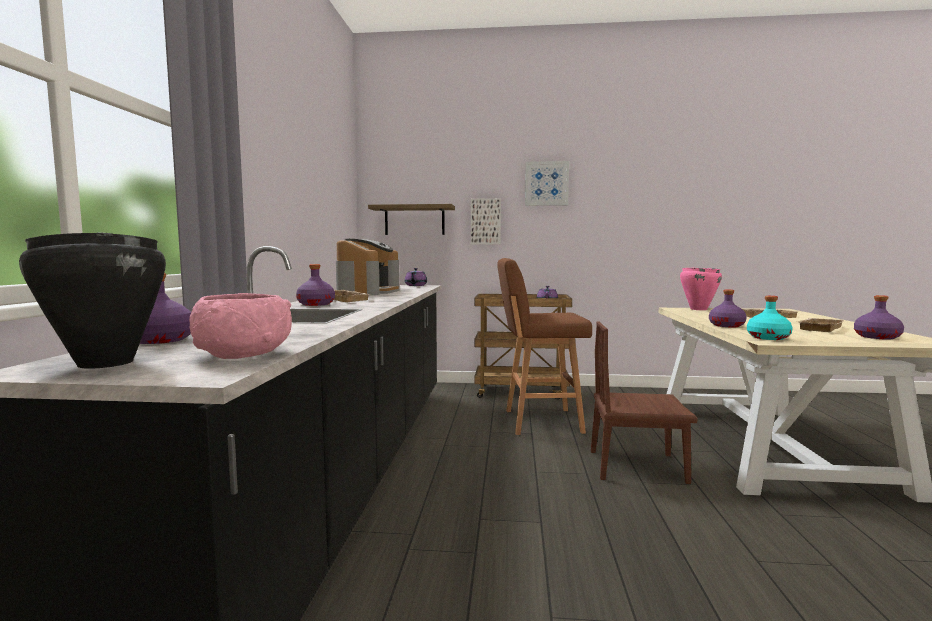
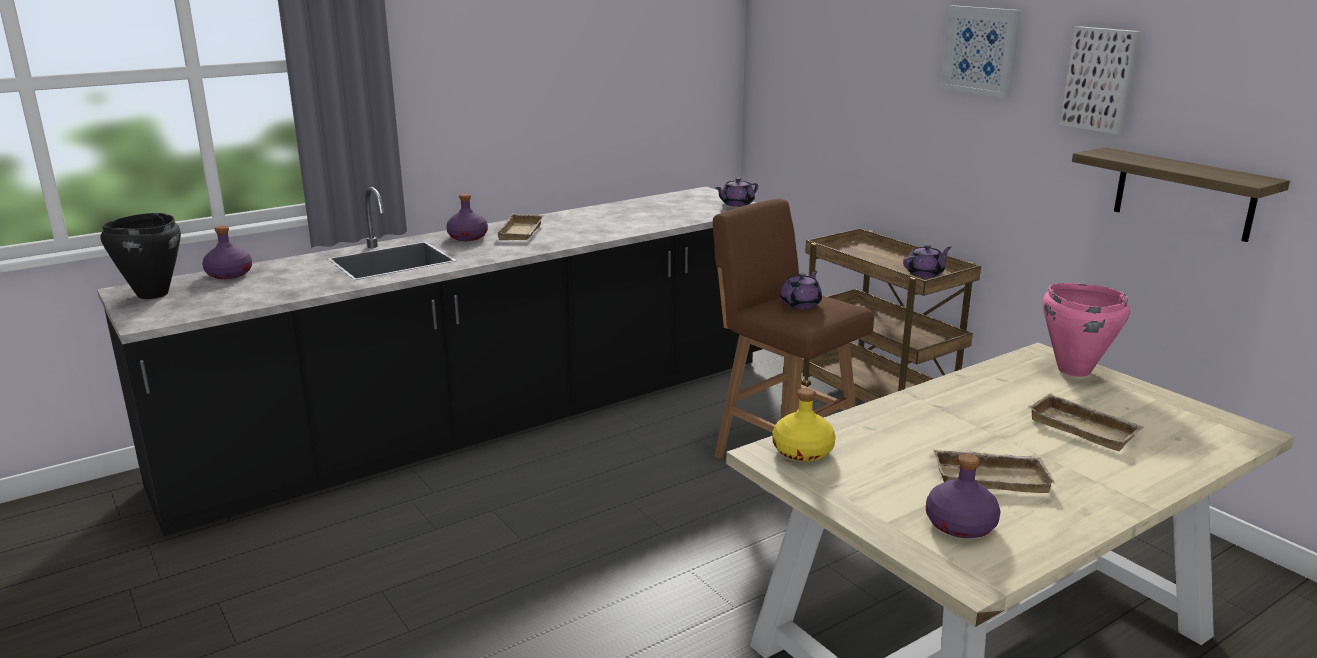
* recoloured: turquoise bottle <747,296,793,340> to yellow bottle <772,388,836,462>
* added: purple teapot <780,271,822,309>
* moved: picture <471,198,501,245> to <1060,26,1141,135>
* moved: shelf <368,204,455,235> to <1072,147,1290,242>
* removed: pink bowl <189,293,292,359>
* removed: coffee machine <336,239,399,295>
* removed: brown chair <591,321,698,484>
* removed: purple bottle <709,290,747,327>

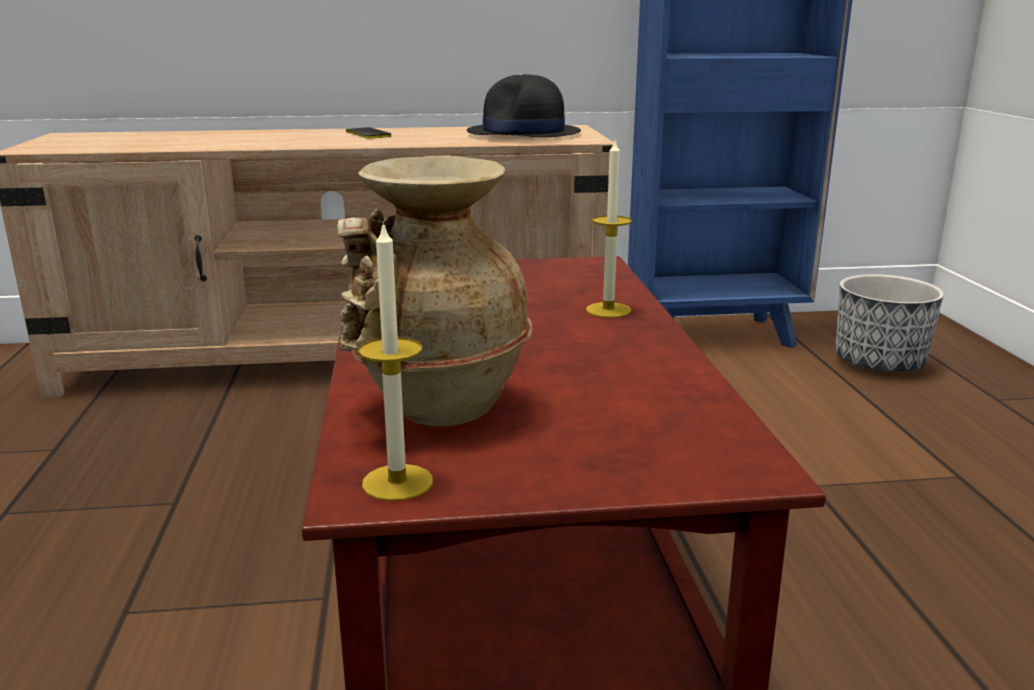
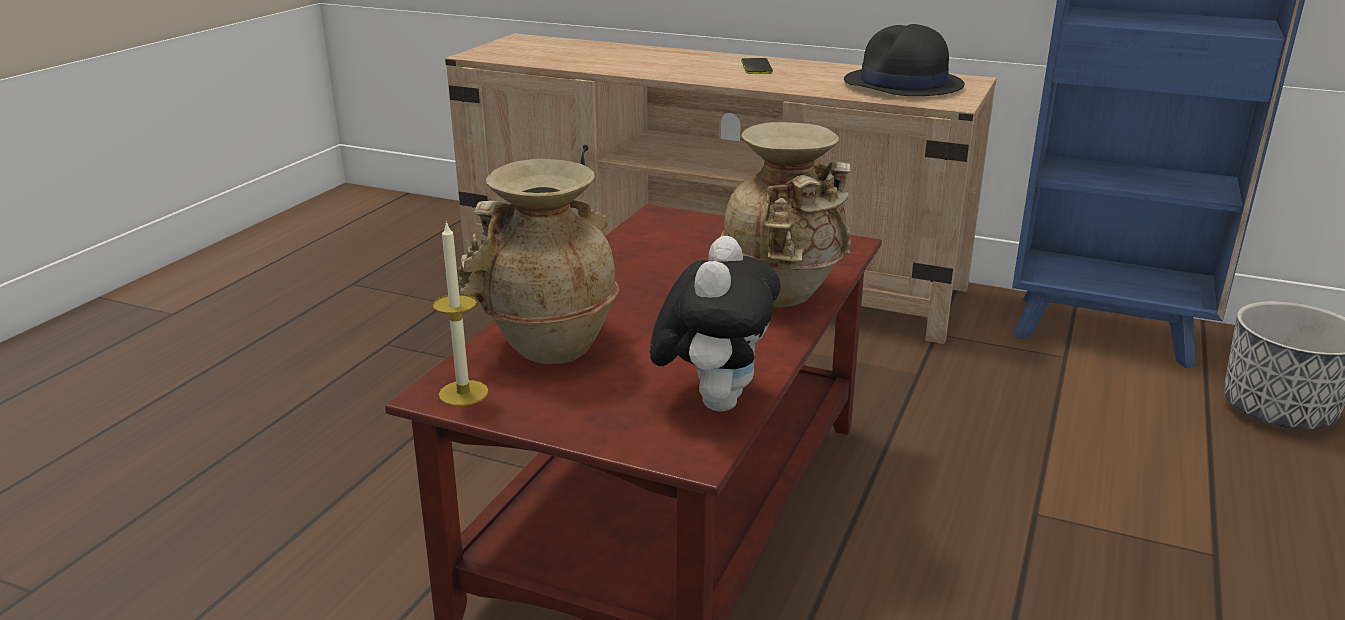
* added: plush toy <650,236,781,412>
* replaced: candle <586,138,632,318> to beige vase <721,122,851,307>

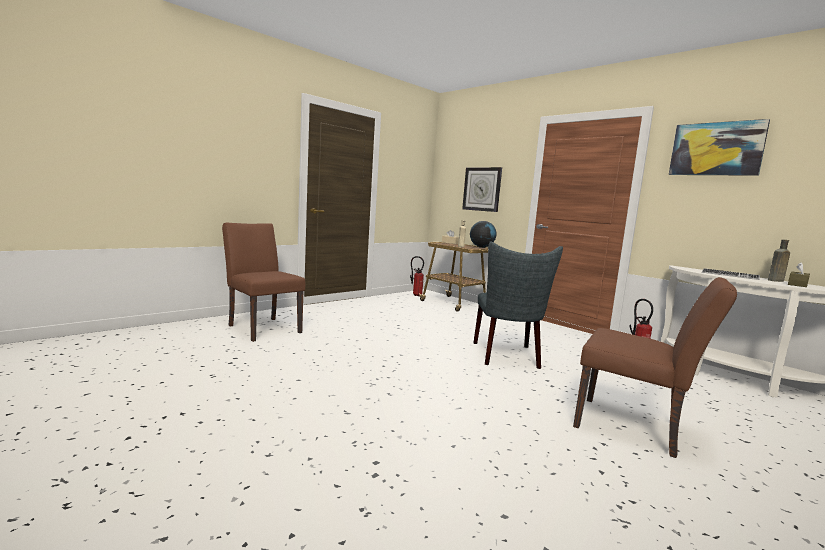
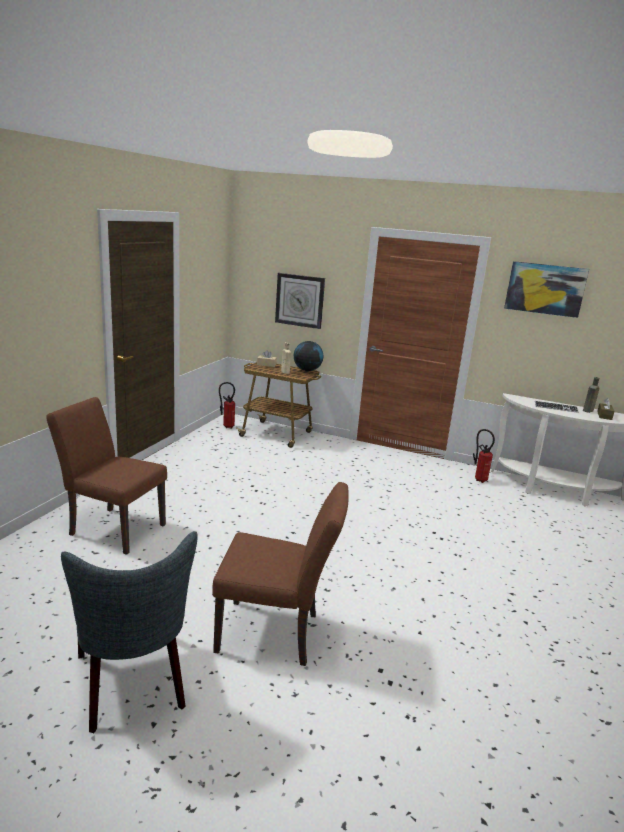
* moved: grey chair <473,242,563,369> to <61,531,198,733>
* moved: brown chair <573,277,737,458> to <212,482,349,666>

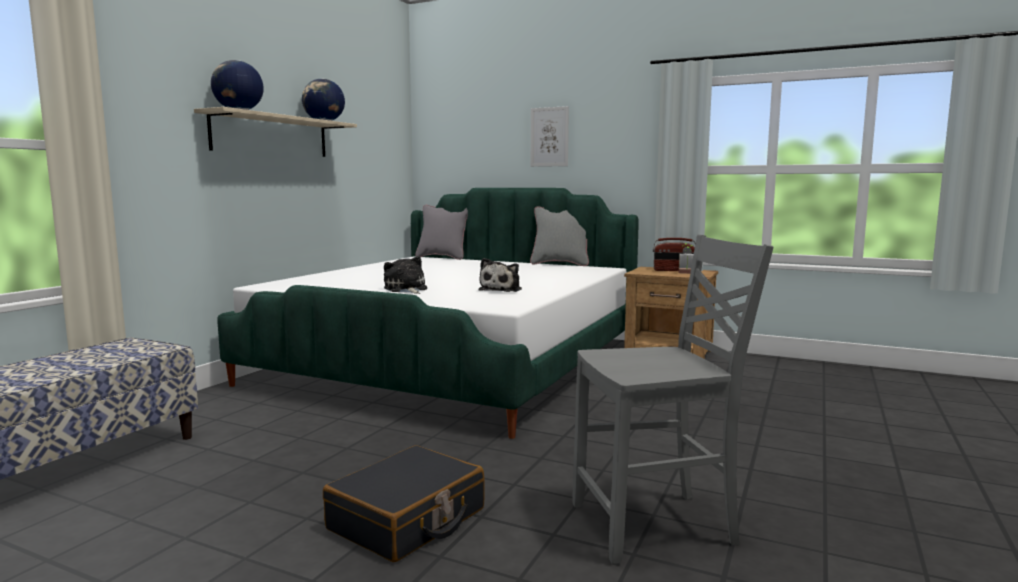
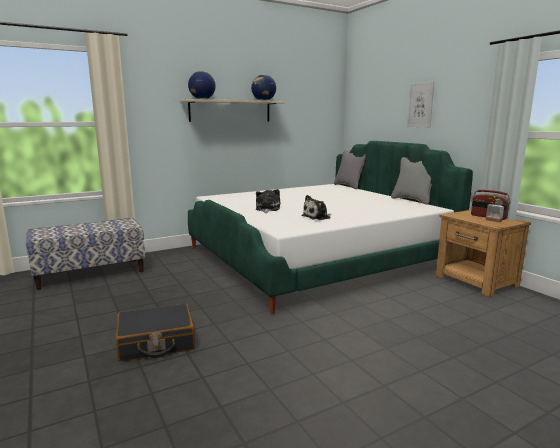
* removed: grey chair <572,235,774,565>

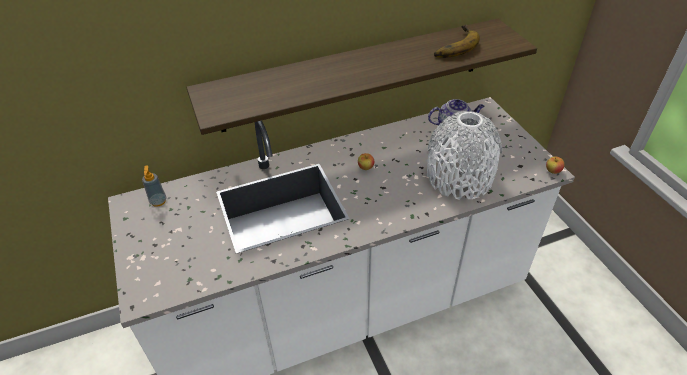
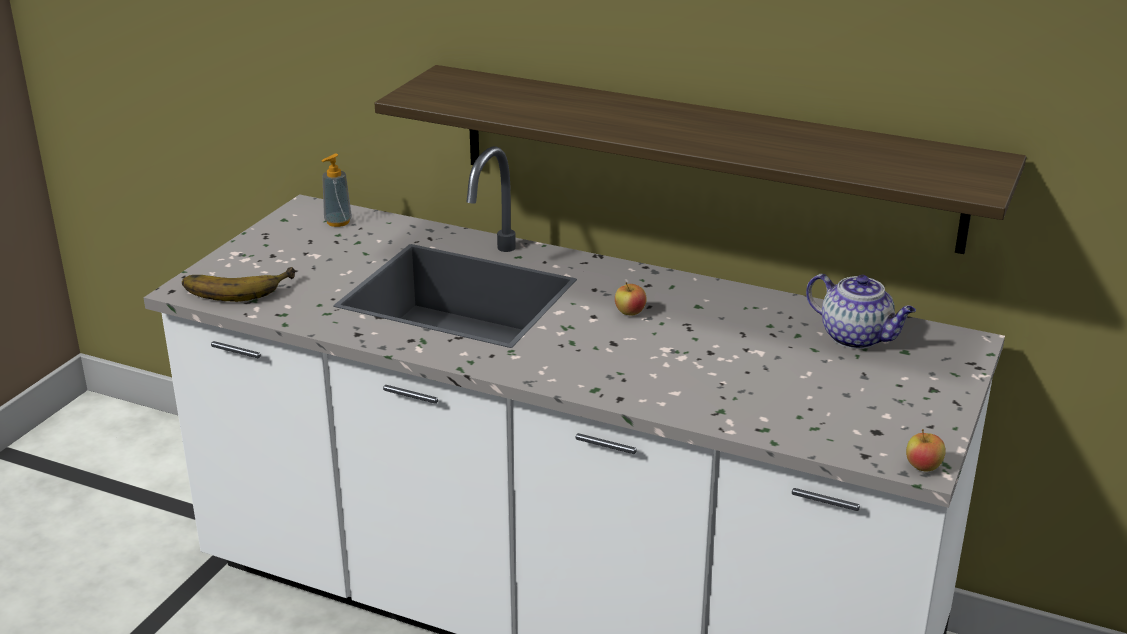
* moved: banana <434,25,480,58> to <182,267,296,302>
* removed: white vase <427,111,502,200>

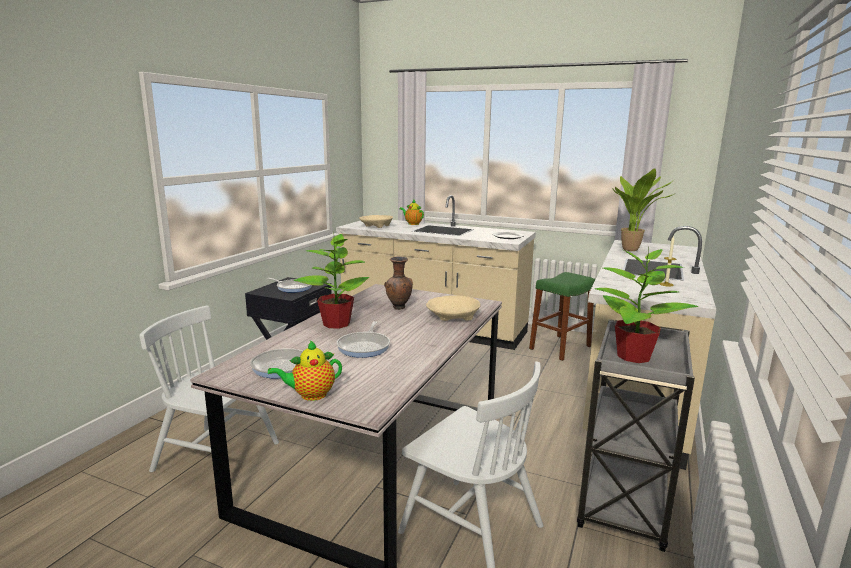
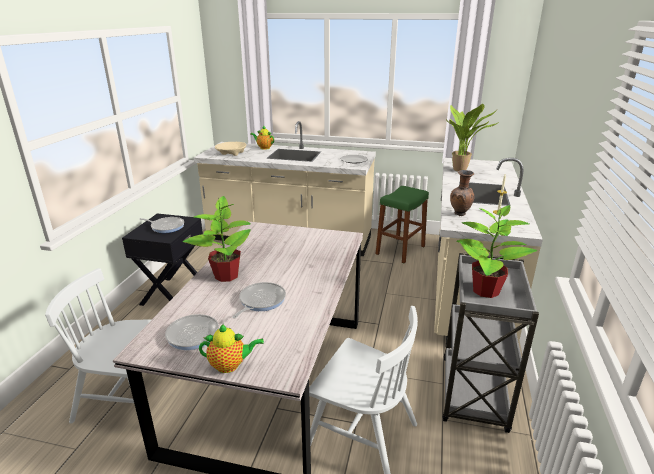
* turned: teapot <268,341,342,401> = <199,324,264,373> 150 degrees counterclockwise
* turned: frying pan <337,321,390,358> = <232,282,286,318> 150 degrees counterclockwise
* moved: brown vase <384,256,413,310> to <450,170,475,216>
* removed: beige bowl <426,295,481,321>

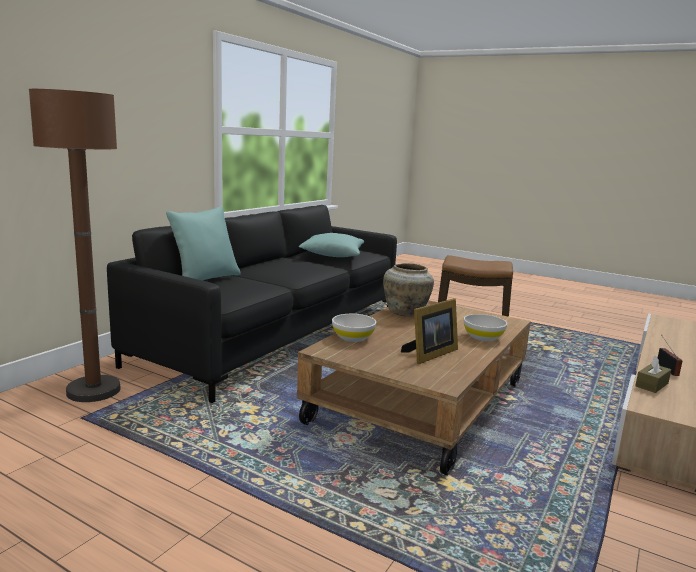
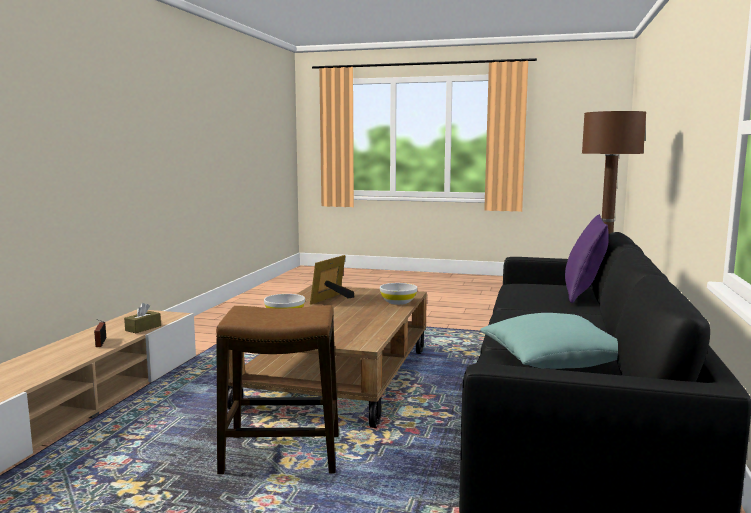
* recoloured: turquoise pillow <166,206,241,281> to purple pillow <565,214,609,303>
* removed: beige vase <383,263,434,317>

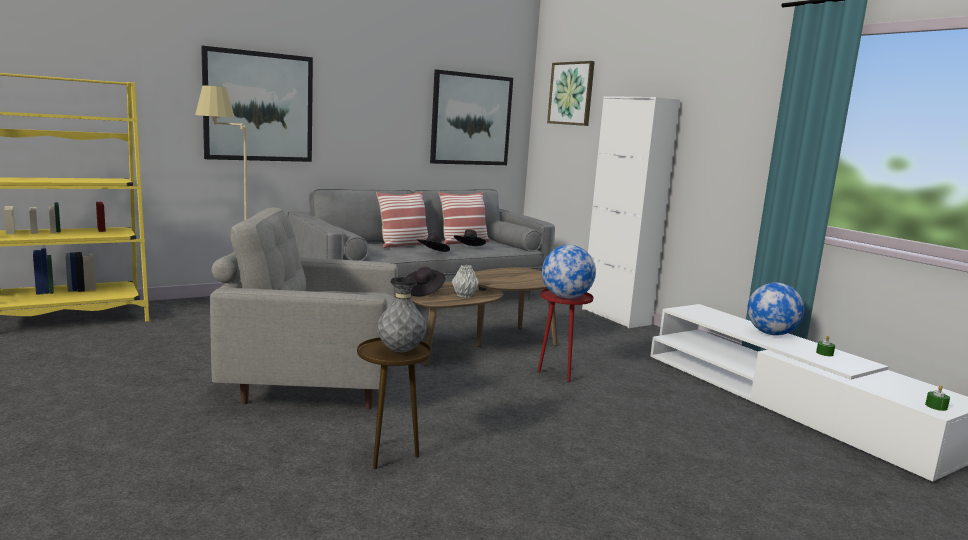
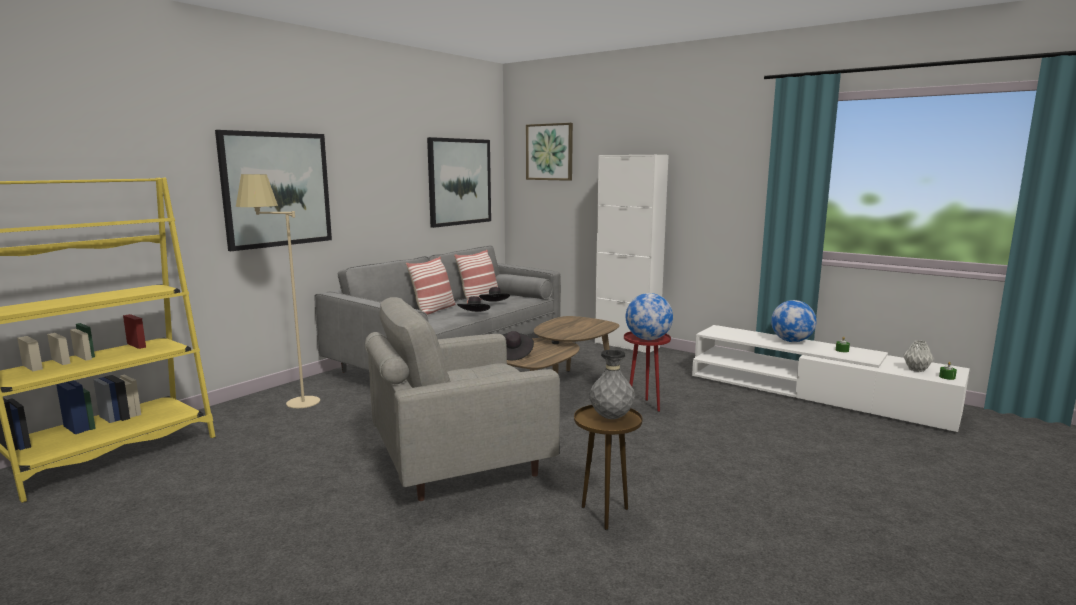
* moved: grey vase <452,265,479,298> to <903,340,934,372>

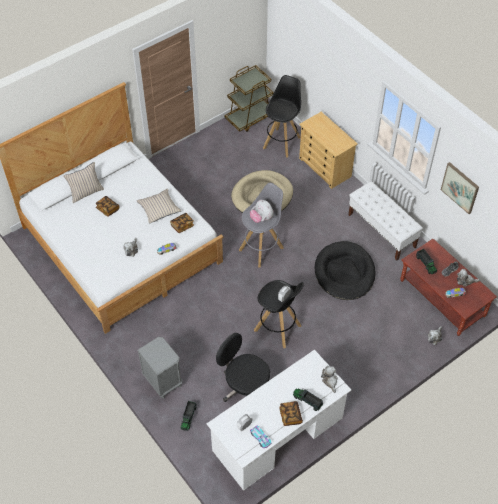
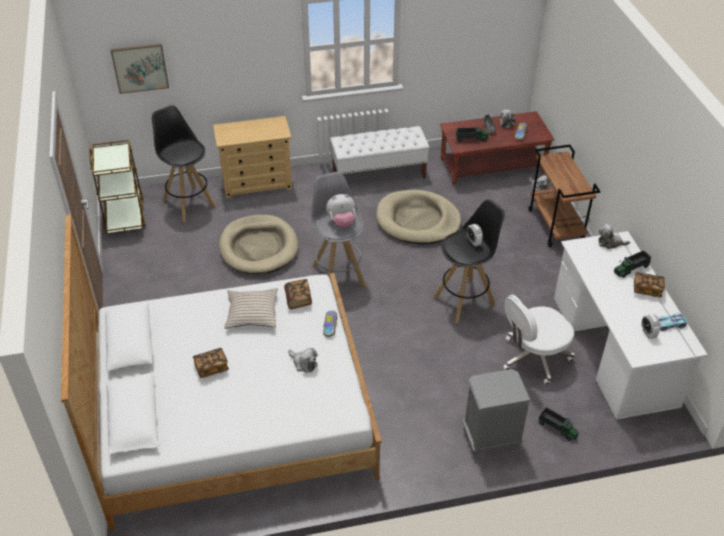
* moved: picture <441,162,479,214> to <110,43,169,94>
* recoloured: black dog bed <315,241,376,300> to beige dog bed <376,190,461,244>
* recoloured: black office chair <216,333,270,402> to white office chair <503,295,575,385>
* added: brown cart <528,145,600,247>
* removed: beige pillow <63,162,104,203>

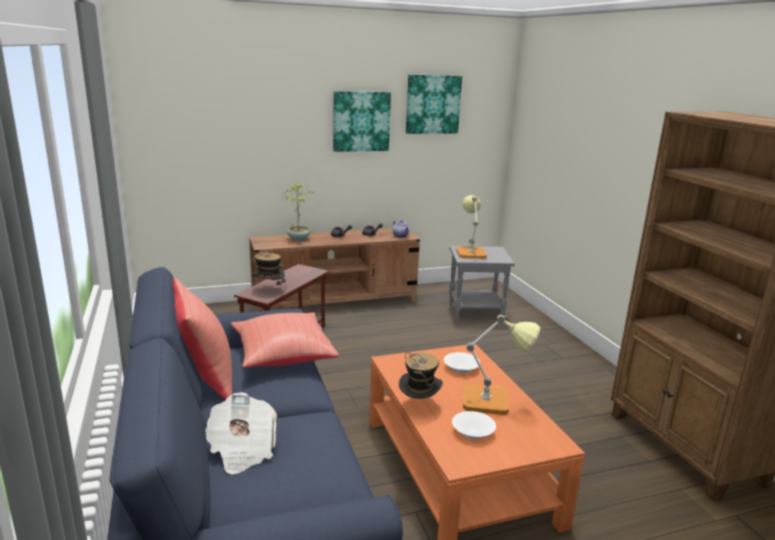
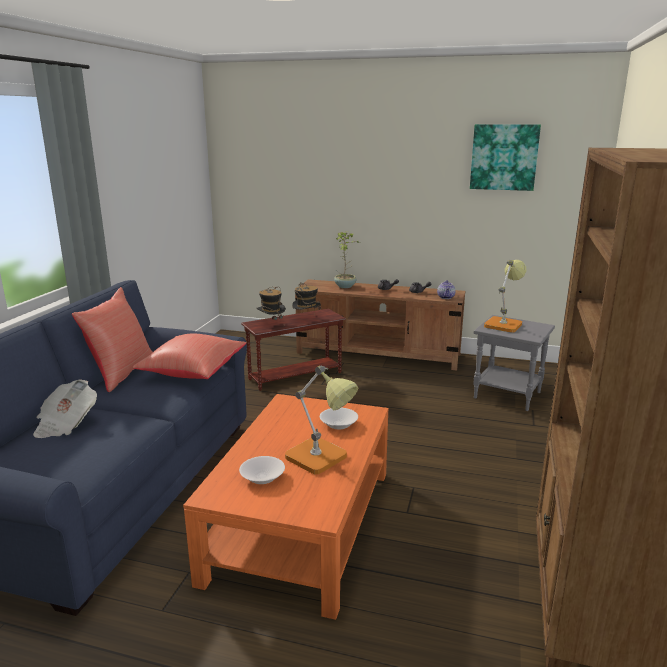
* moved: hat <399,352,443,399> to <292,282,321,310>
* removed: picture <333,91,391,152>

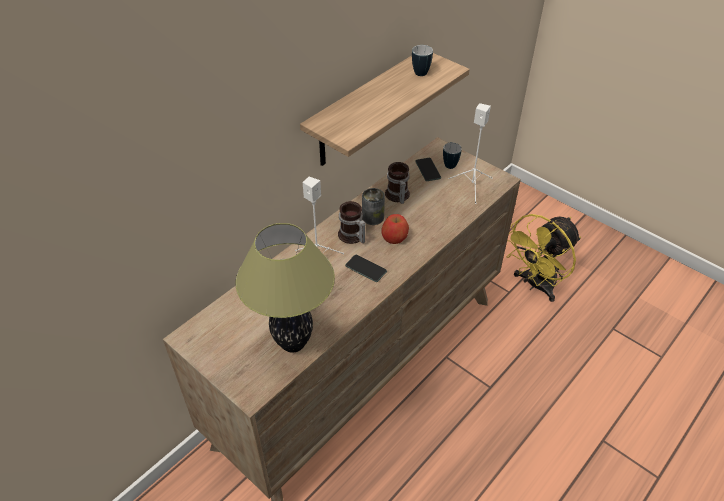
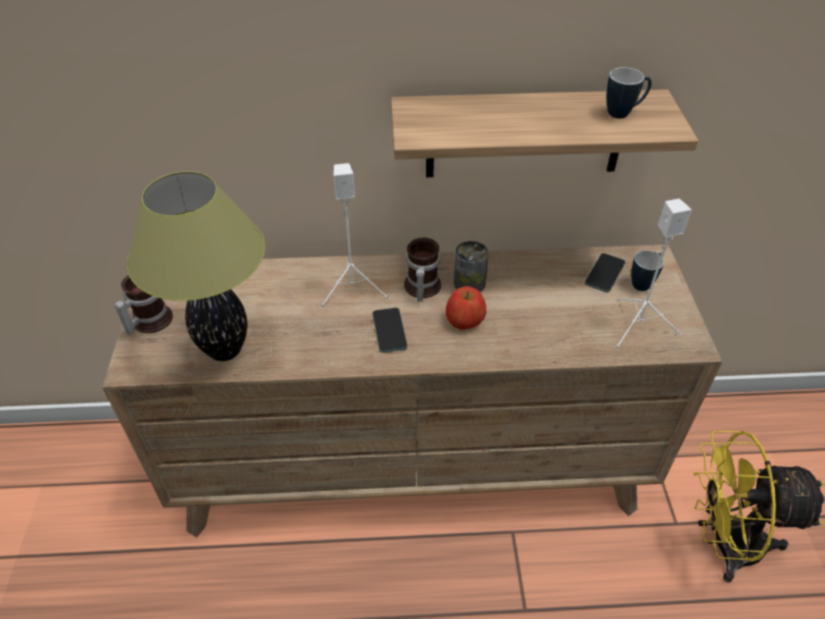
* moved: mug <385,162,410,204> to <114,275,173,335>

